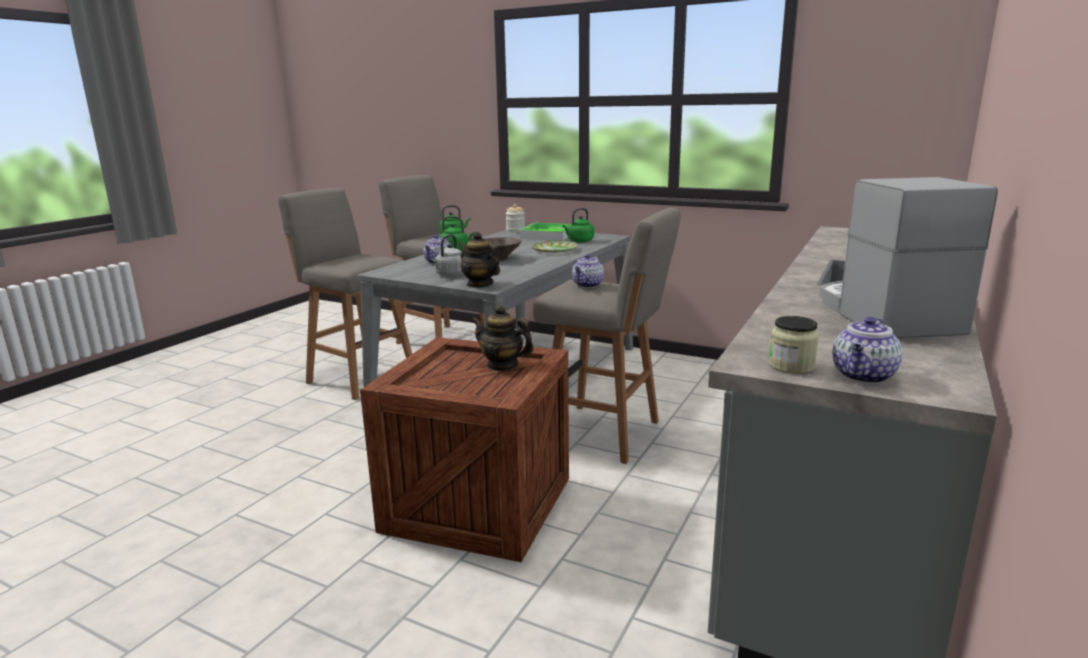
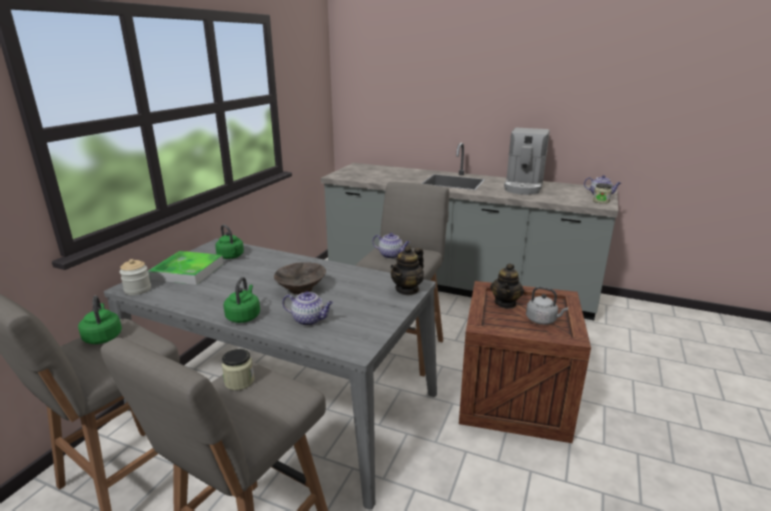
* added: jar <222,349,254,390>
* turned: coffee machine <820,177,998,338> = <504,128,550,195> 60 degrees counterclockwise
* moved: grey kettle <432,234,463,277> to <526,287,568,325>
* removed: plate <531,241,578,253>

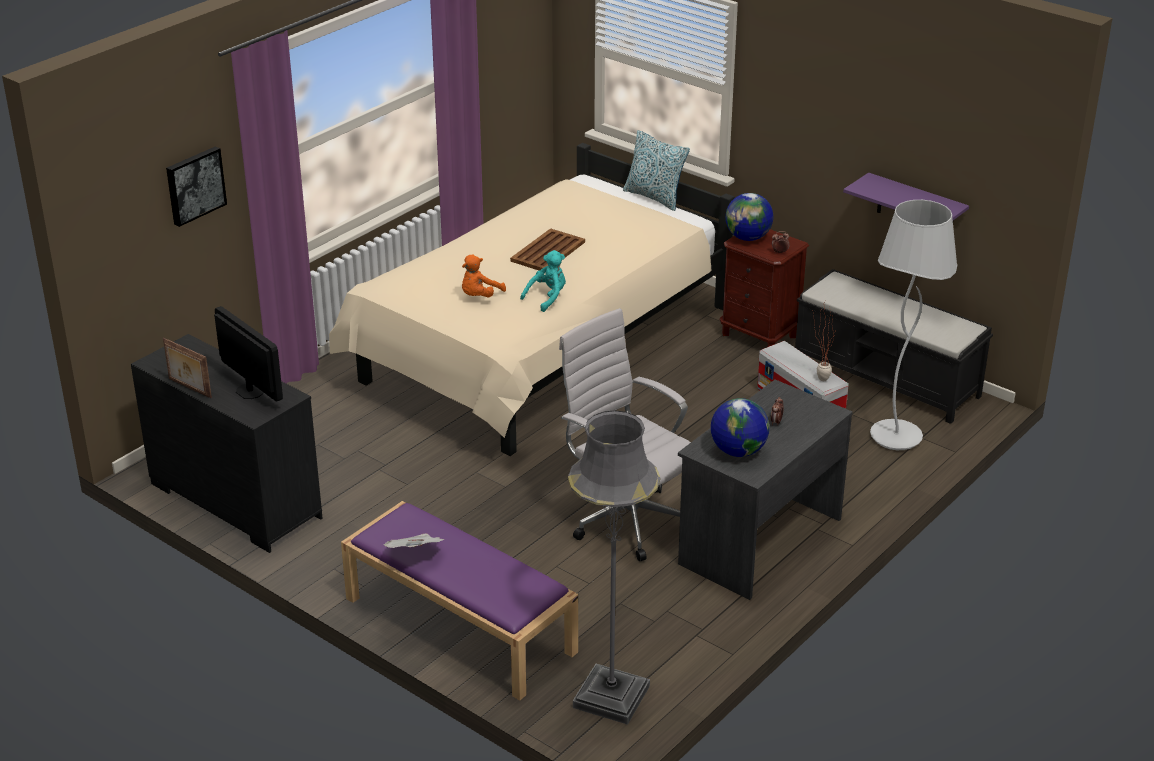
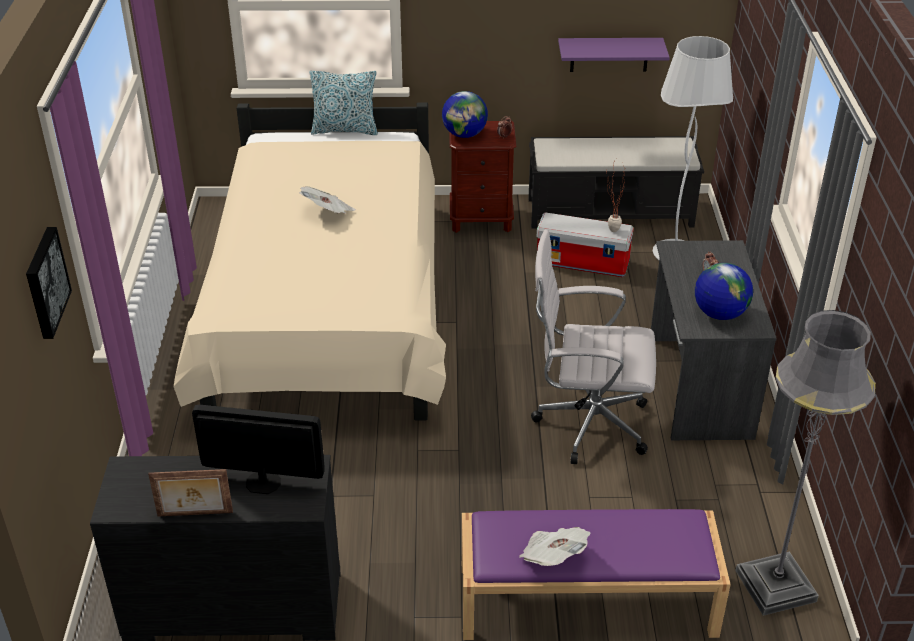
* replaced: brown tray <510,228,585,273> to newspaper <299,186,356,213>
* removed: orange plush toy <462,254,506,297>
* removed: turquoise plush toy <520,250,566,312>

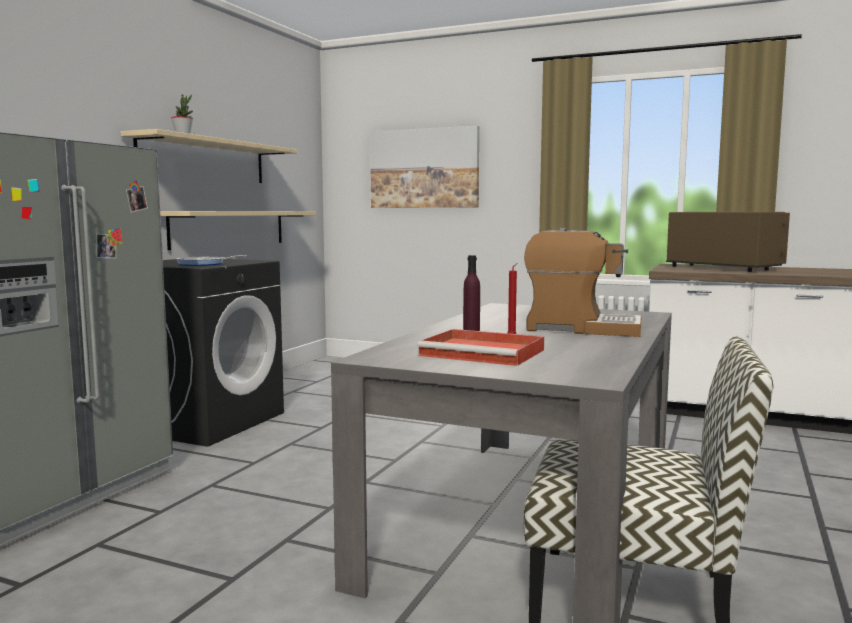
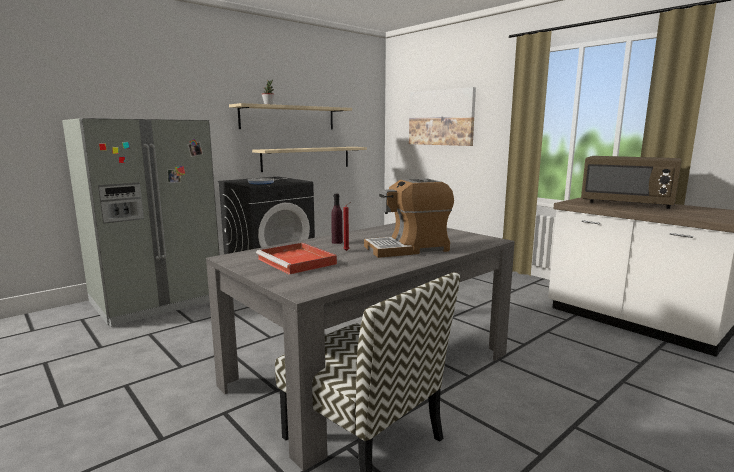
* turned: coffee machine <524,228,642,337> = <364,178,454,258> 120 degrees clockwise
* turned: brown microwave <666,212,790,272> = <581,156,681,209> 135 degrees clockwise

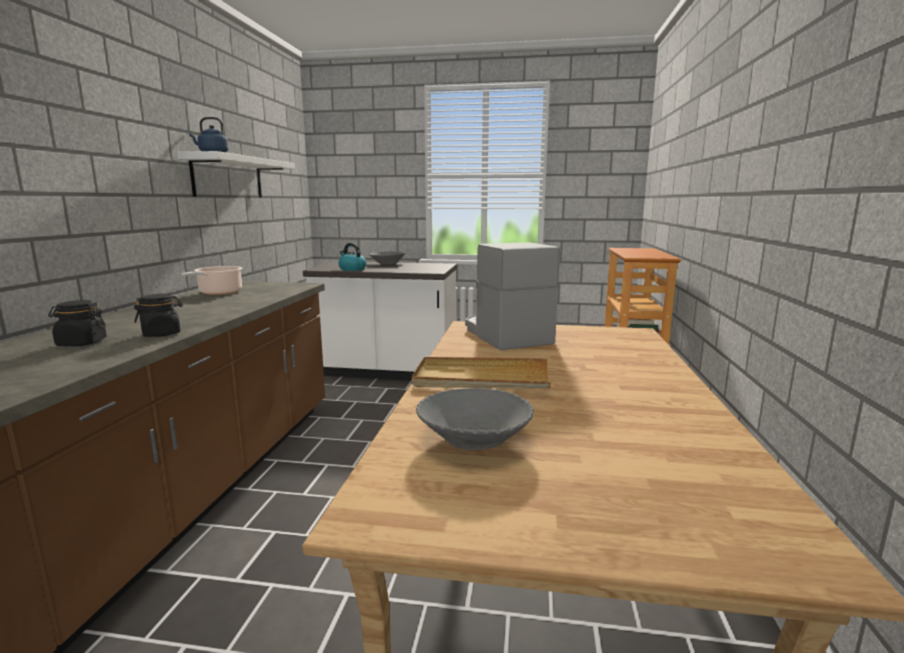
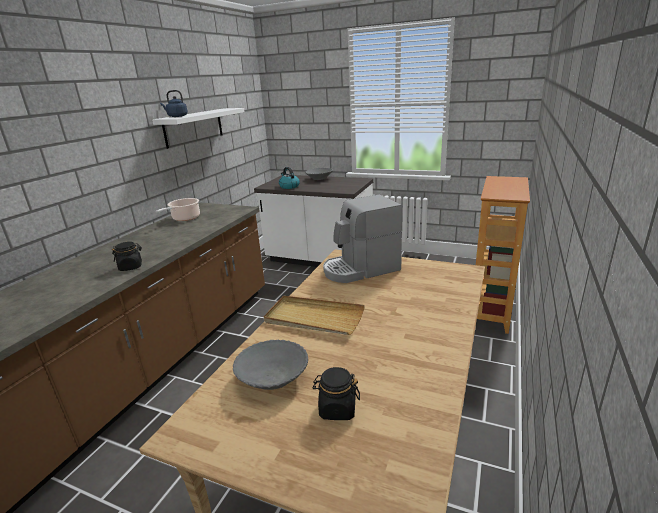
* moved: black jar <48,300,107,346> to <312,367,360,420>
* turned: coffee machine <465,242,560,350> = <323,194,403,283> 105 degrees counterclockwise

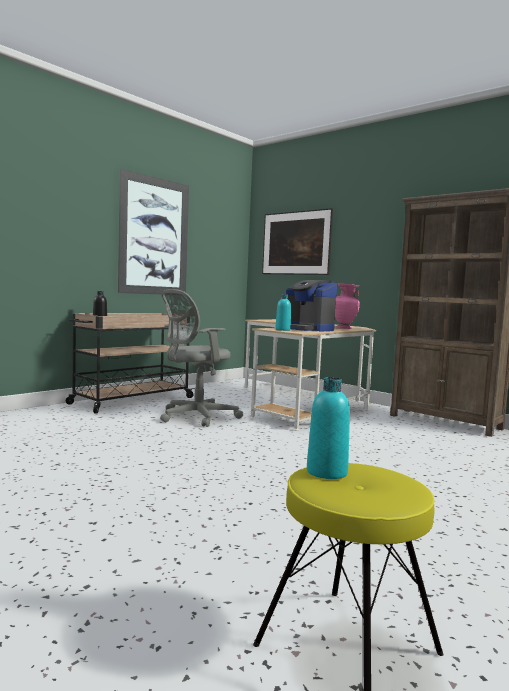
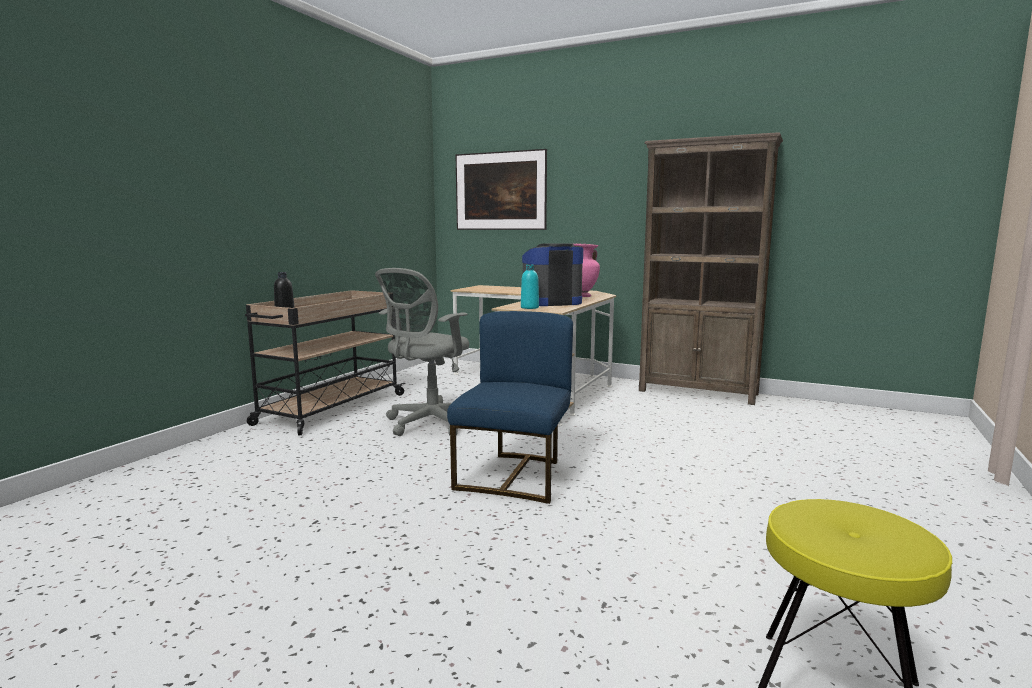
* added: blue chair <447,311,573,504>
* turned: coffee machine <286,280,337,331> = <522,243,583,306> 135 degrees clockwise
* removed: picture <118,169,189,295>
* removed: turquoise bottle <307,377,350,479>

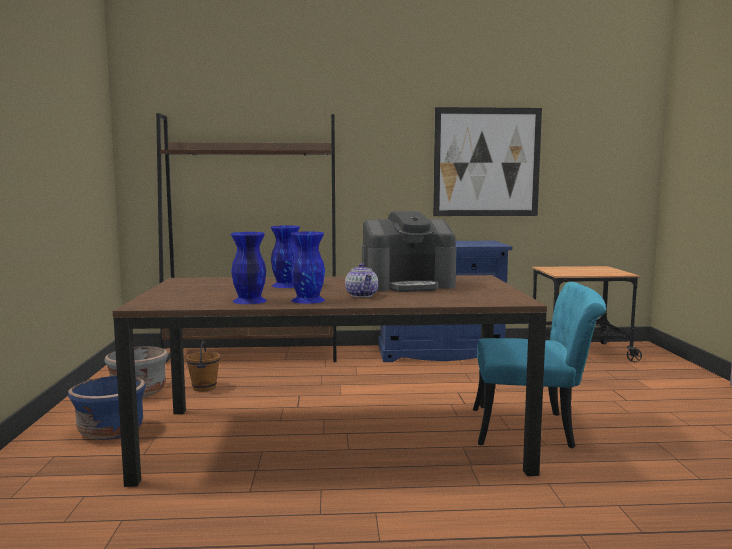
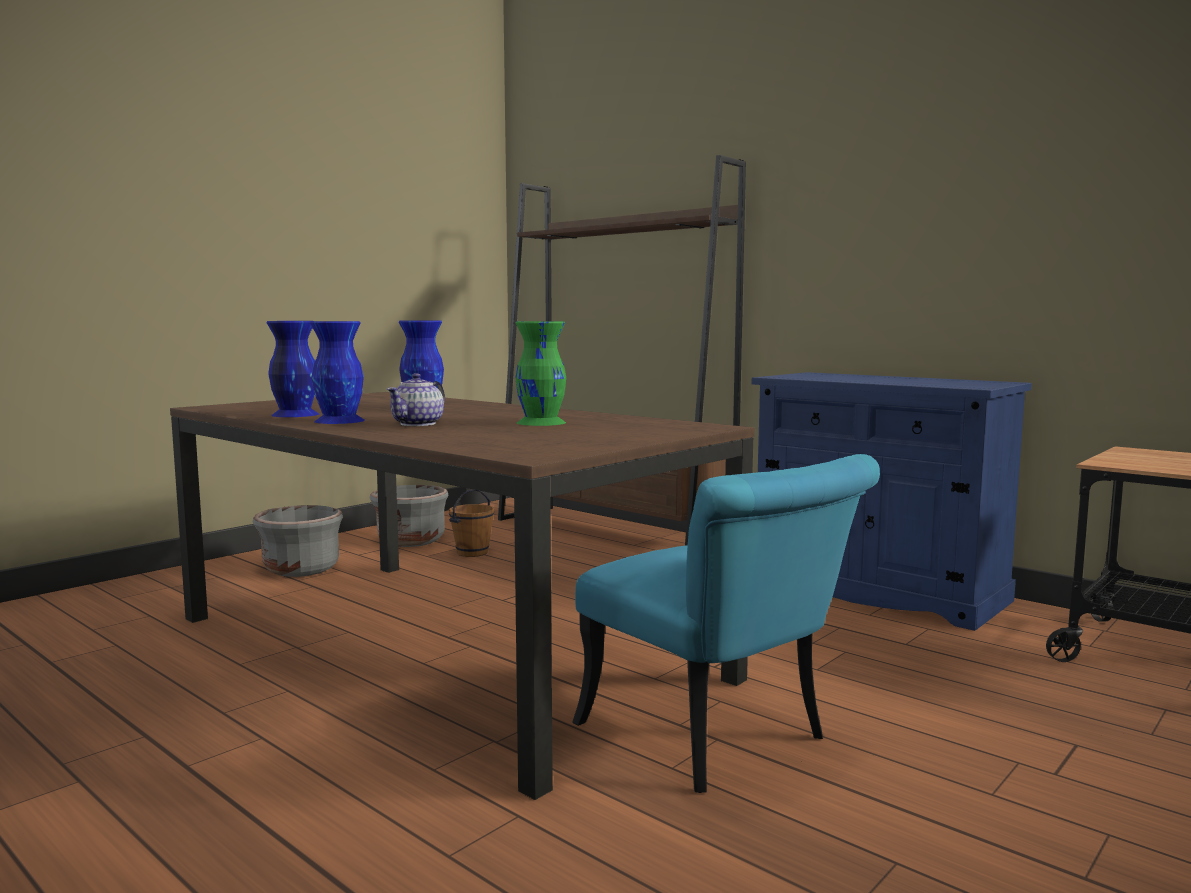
* recoloured: blue planter <67,376,146,440> to grey planter <253,505,343,577>
* replaced: coffee machine <362,211,456,292> to green vase <515,321,566,426>
* removed: picture <433,107,542,216>

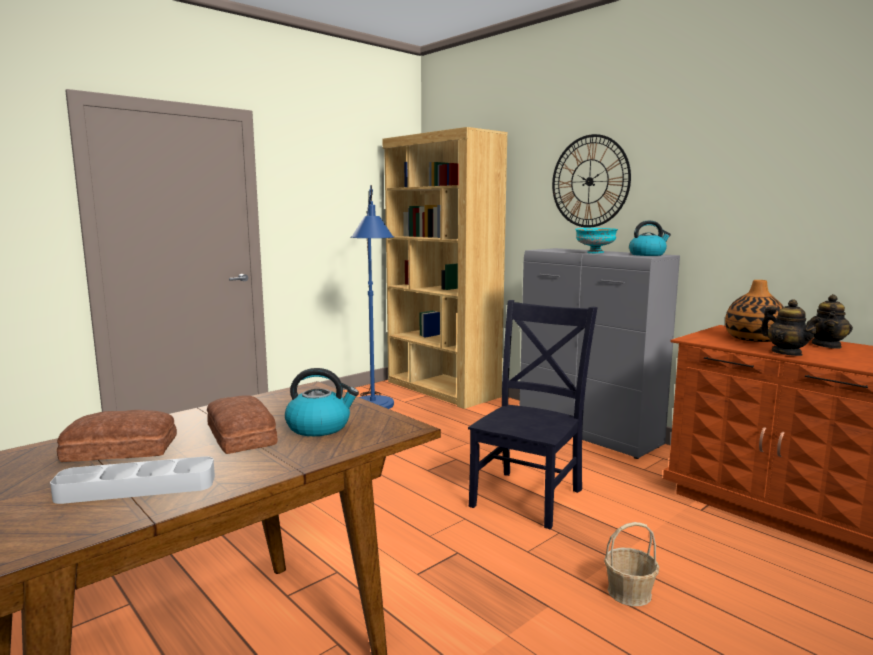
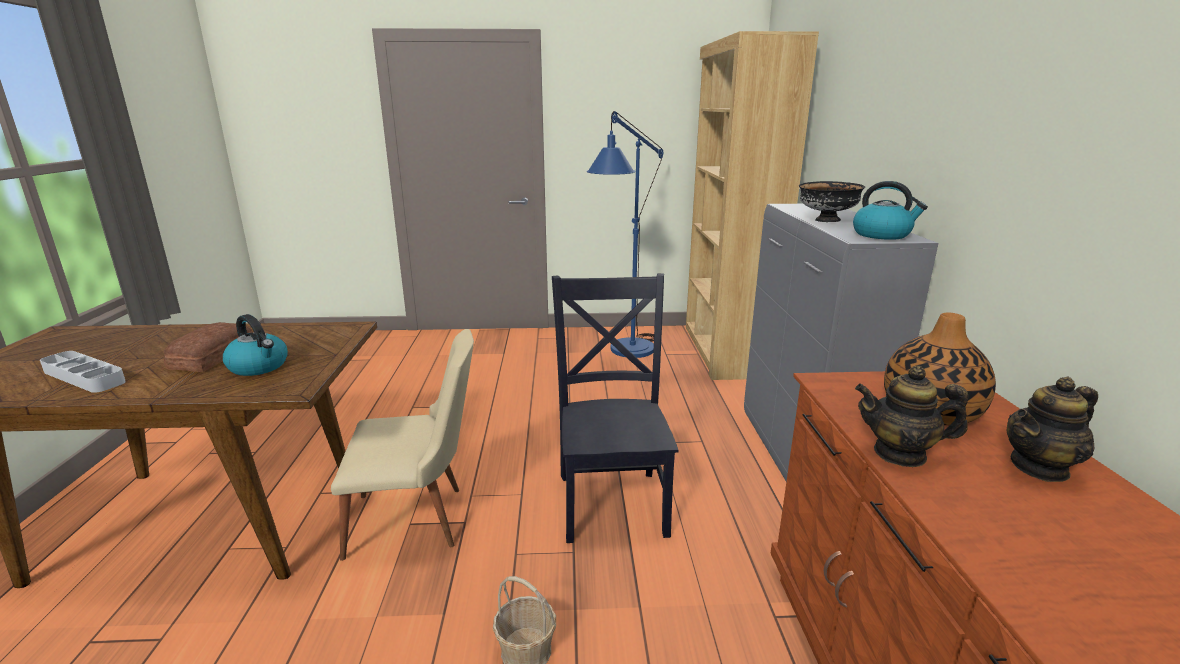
* added: beige chair <331,329,474,561>
* turned: black chair <468,300,598,529> = <552,273,679,543> 75 degrees counterclockwise
* recoloured: turquoise bowl <575,228,618,253> to black bowl <799,181,865,222>
* turned: teapot <760,299,822,356> = <855,366,968,467> 90 degrees clockwise
* removed: bread <57,410,177,462>
* removed: wall clock <552,134,631,228>

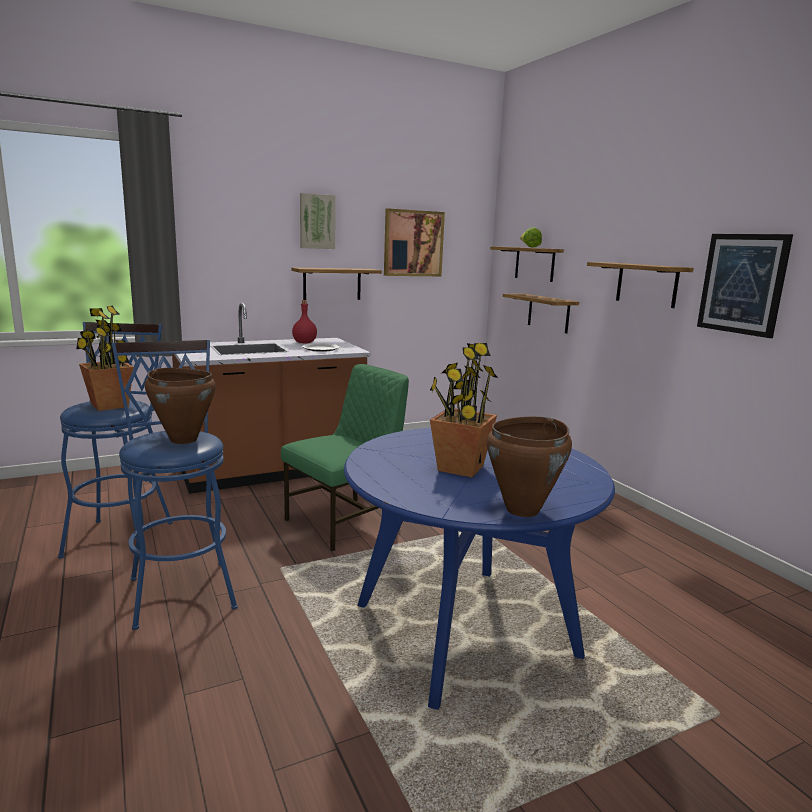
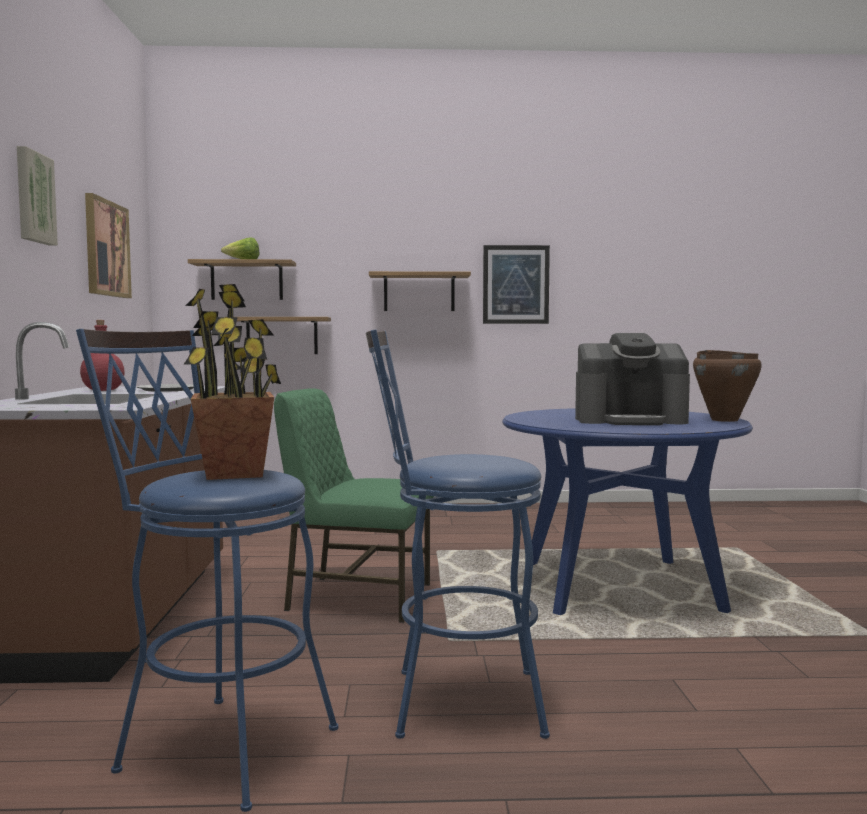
* turned: green chair <281,364,409,551> = <274,388,434,623> 60 degrees counterclockwise
* replaced: potted plant <430,343,498,477> to coffee machine <575,333,690,425>
* removed: brown cooking pot <145,368,216,444>
* removed: shelf <291,267,382,300>

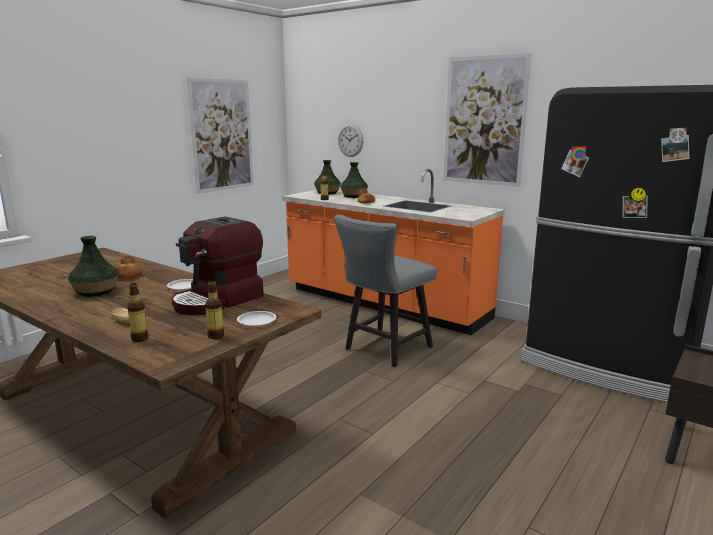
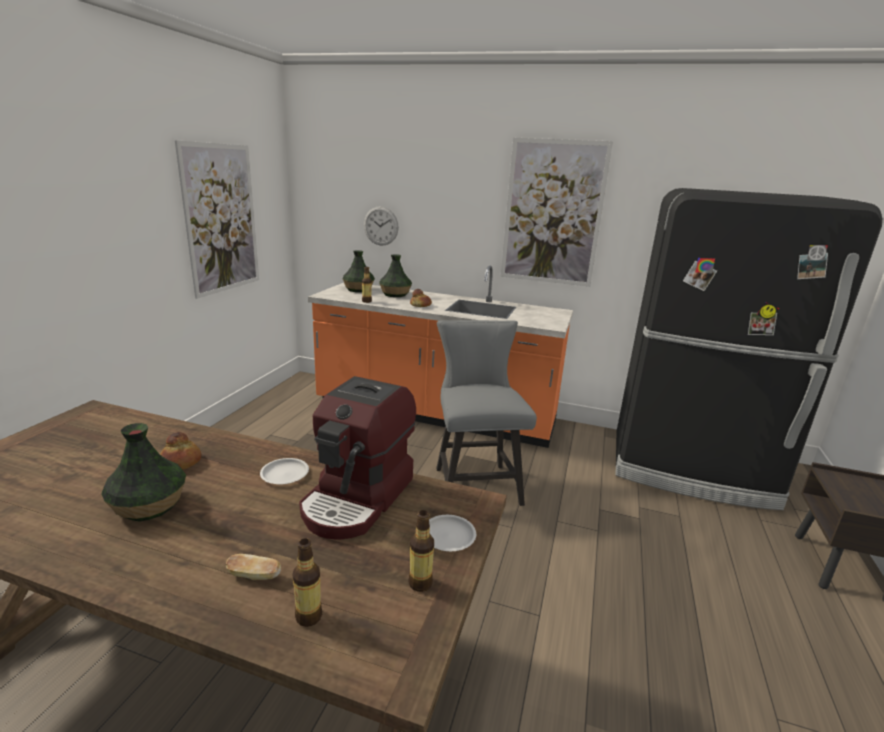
* turned: grey chair <334,215,437,367> = <436,320,537,506> 150 degrees clockwise

